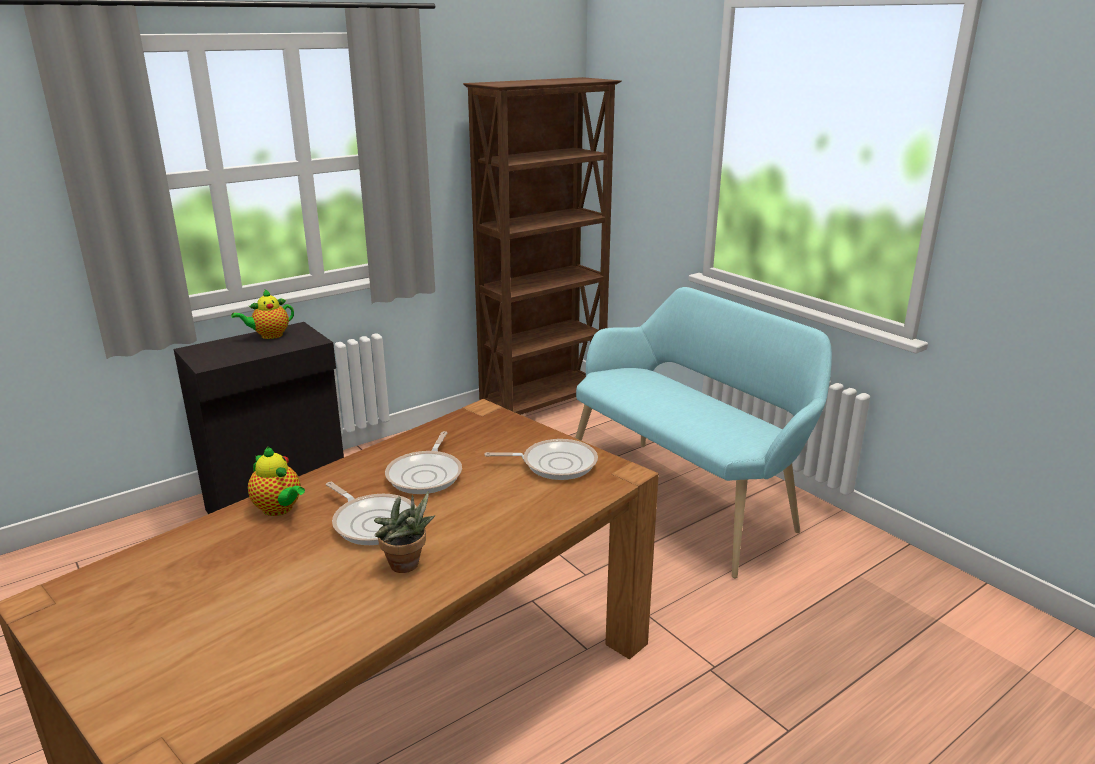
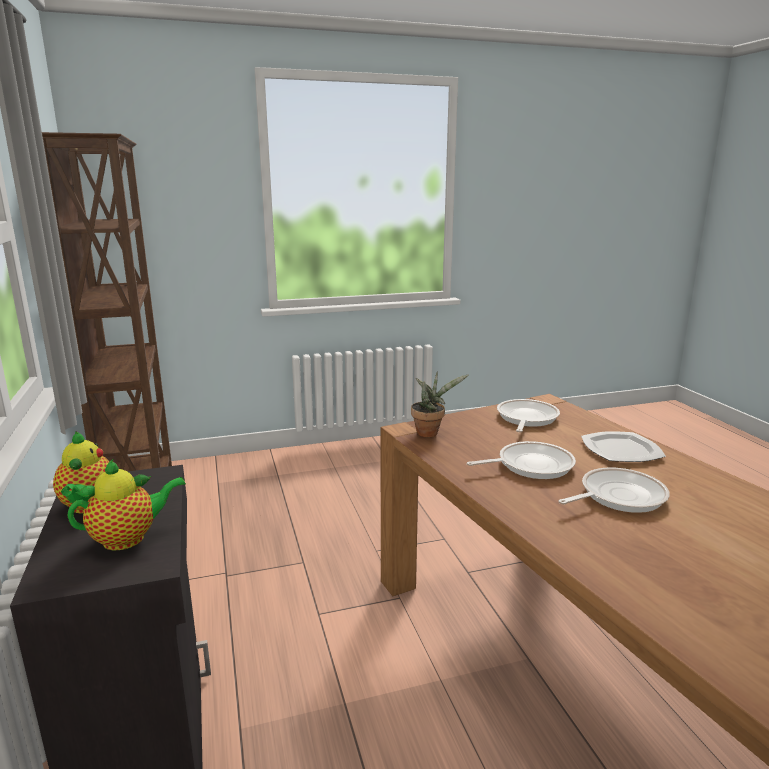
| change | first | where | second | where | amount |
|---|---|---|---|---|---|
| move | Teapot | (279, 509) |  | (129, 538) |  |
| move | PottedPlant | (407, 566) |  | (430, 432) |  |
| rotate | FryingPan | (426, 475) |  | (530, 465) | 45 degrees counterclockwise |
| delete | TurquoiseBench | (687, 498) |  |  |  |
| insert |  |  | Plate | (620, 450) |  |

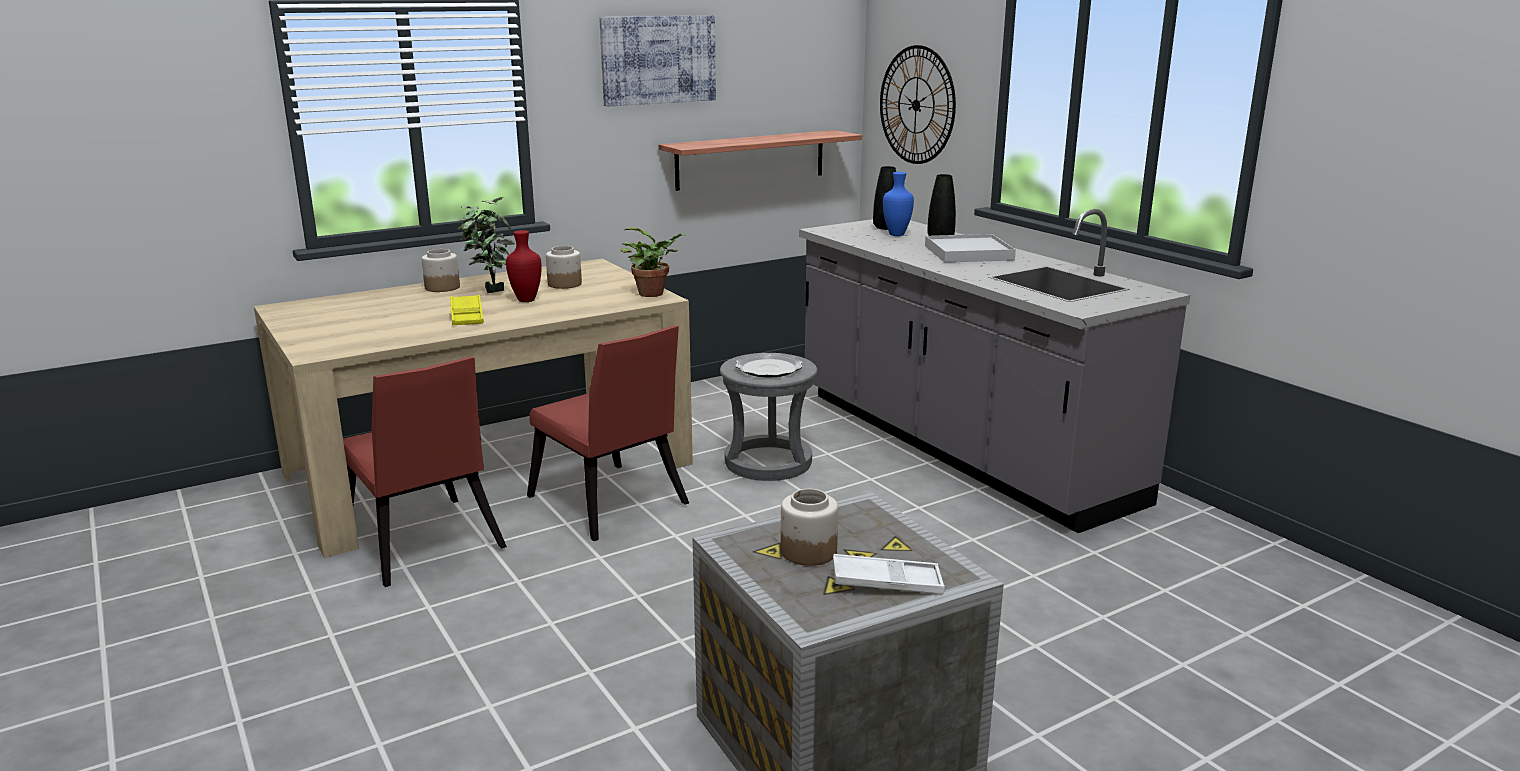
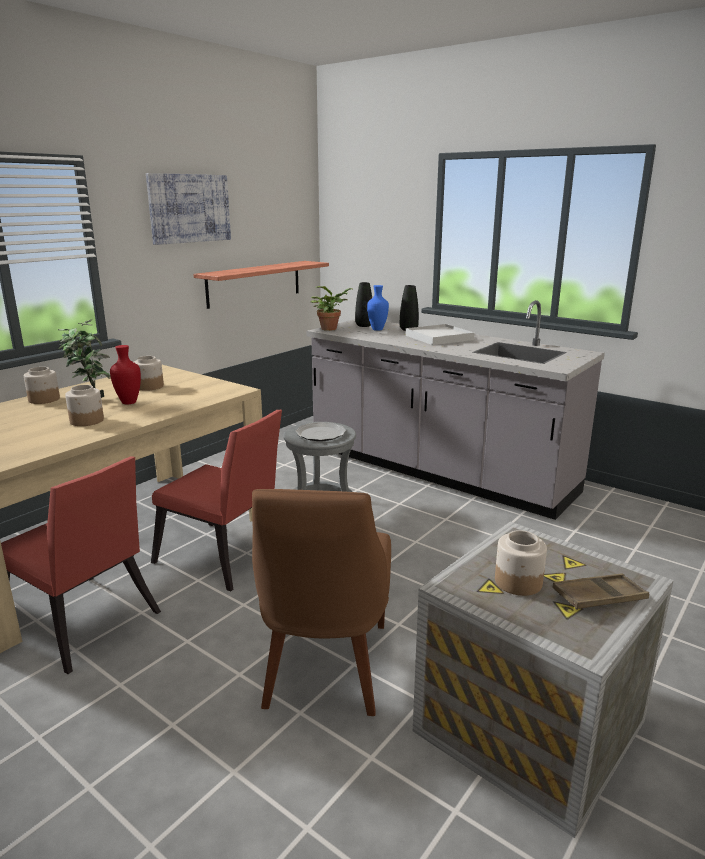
| change | first | where | second | where | amount |
|---|---|---|---|---|---|
| replace | YellowTray | (467, 315) | Jar | (87, 421) |  |
| move | PottedPlant | (654, 293) |  | (331, 328) |  |
| recolor | WhiteTray | (887, 582) | BrownTray | (599, 597) |  |
| delete | WallClock | (916, 105) |  |  |  |
| insert |  |  | BrownChair | (324, 669) |  |

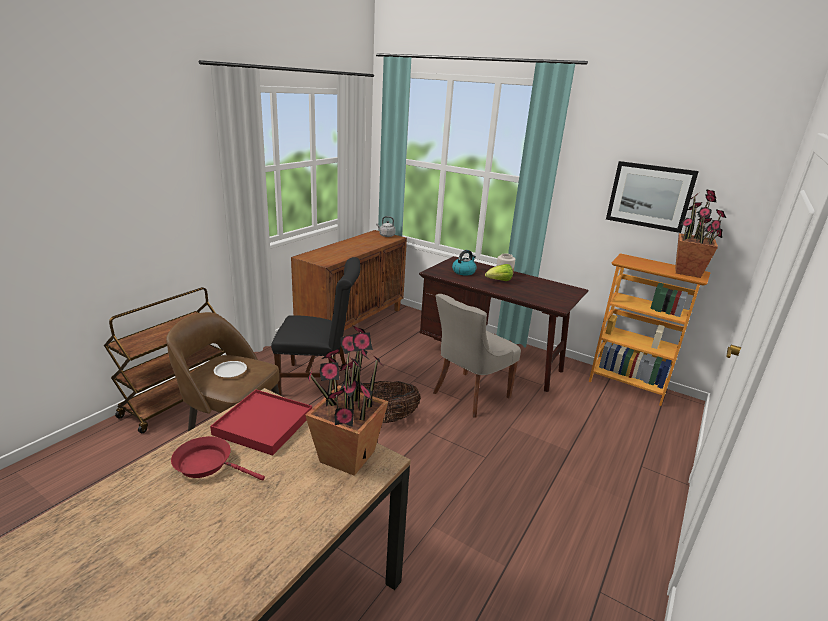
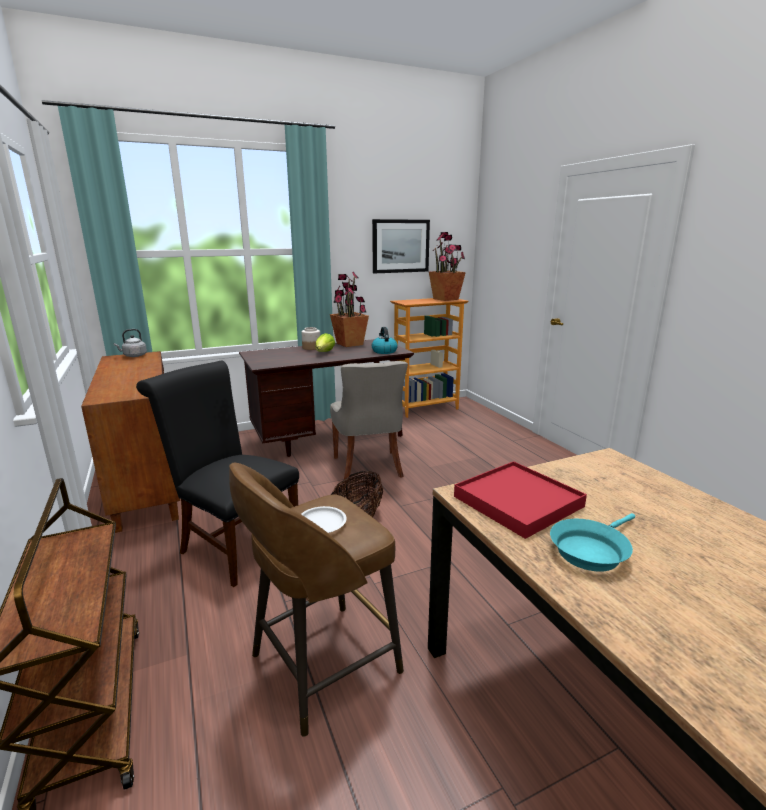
| change | first | where | second | where | amount |
|---|---|---|---|---|---|
| recolor | RedFryingPan | (208, 464) | TurquoiseFryingPan | (591, 550) |  |
| rotate | BlackChair | (319, 381) |  | (235, 544) | 90 degrees counterclockwise |
| move | PottedPlant | (346, 456) |  | (349, 344) |  |
| move | Kettle | (464, 272) |  | (384, 351) |  |

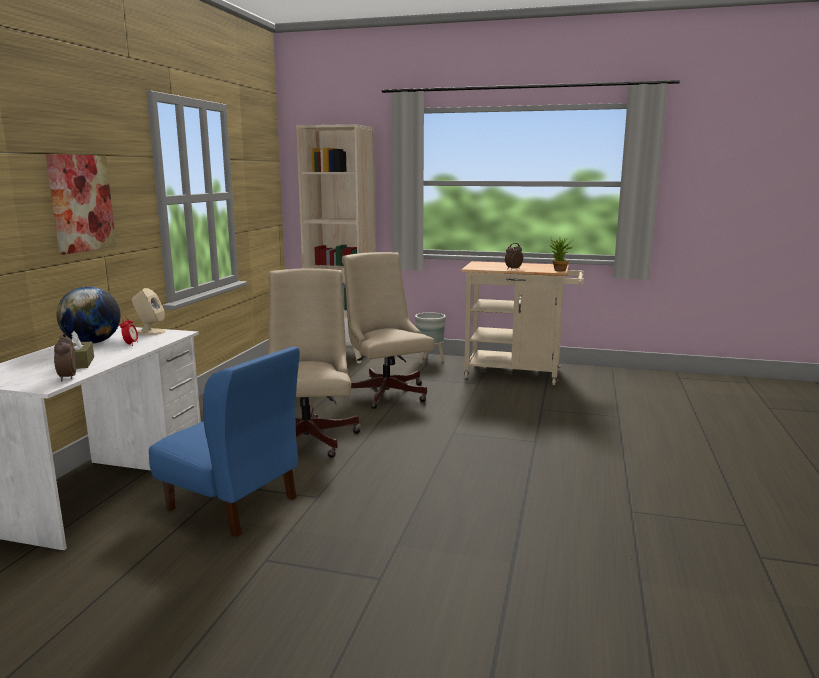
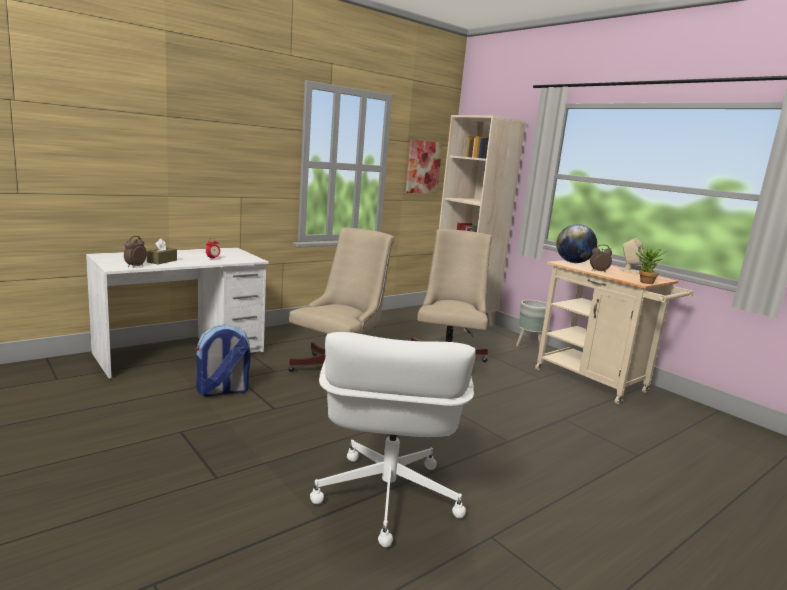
| change | first | where | second | where | amount |
|---|---|---|---|---|---|
| move | Picture | (81, 203) |  | (423, 167) |  |
| move | Globe | (92, 343) |  | (573, 262) |  |
| move | BeigeSpeaker | (150, 332) |  | (629, 271) |  |
| replace | BlueChair | (233, 504) | Backpack | (222, 391) |  |
| insert |  |  | WhiteOfficeChair | (385, 497) |  |

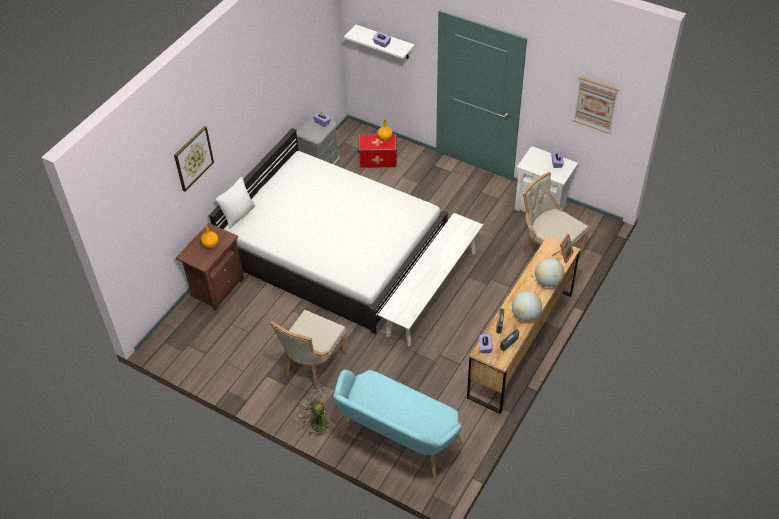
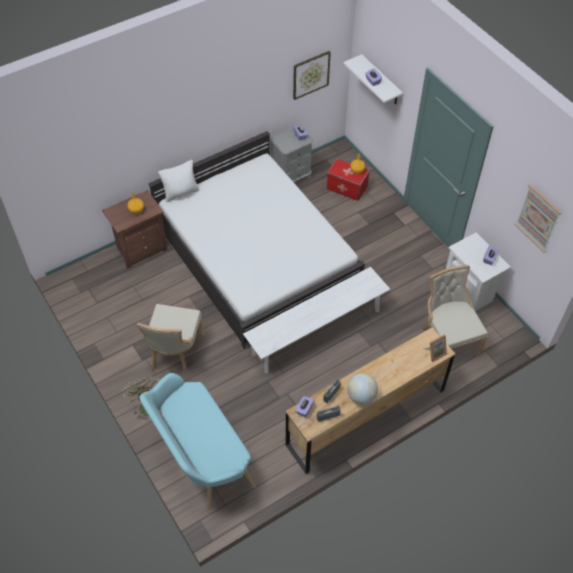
| change | first | where | second | where | amount |
|---|---|---|---|---|---|
| move | Picture | (193, 158) |  | (310, 74) |  |
| rotate | BeigeChair | (313, 365) |  | (175, 352) | 45 degrees counterclockwise |
| delete | Globe | (548, 281) |  |  |  |

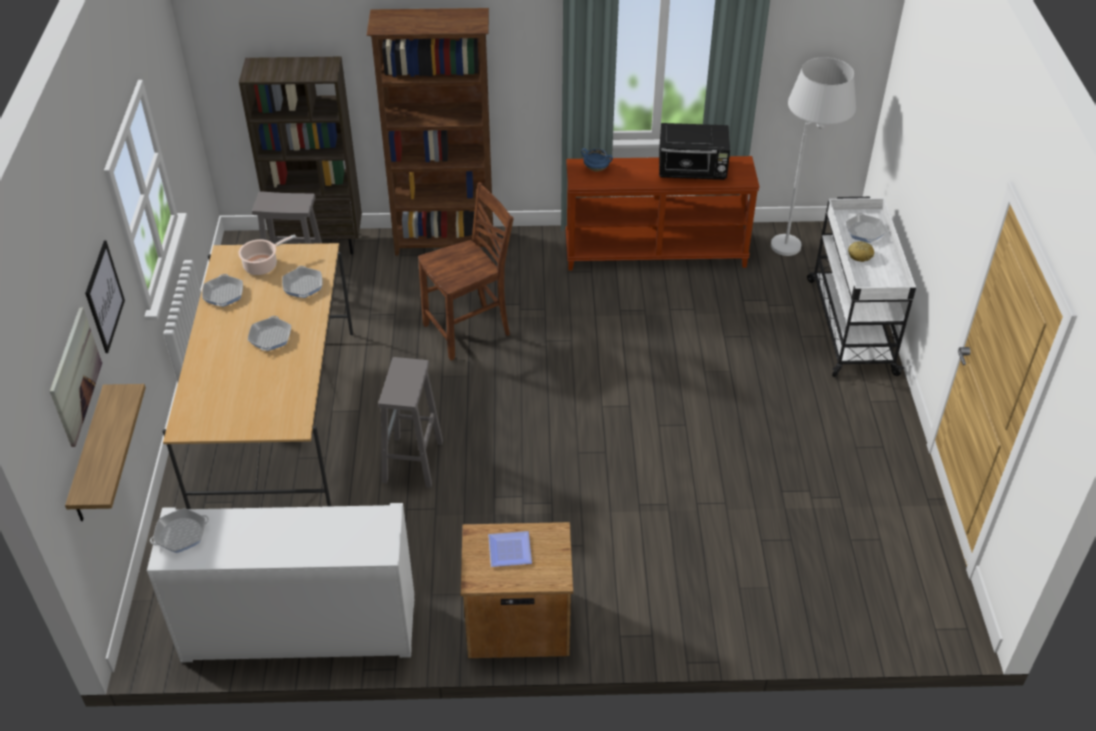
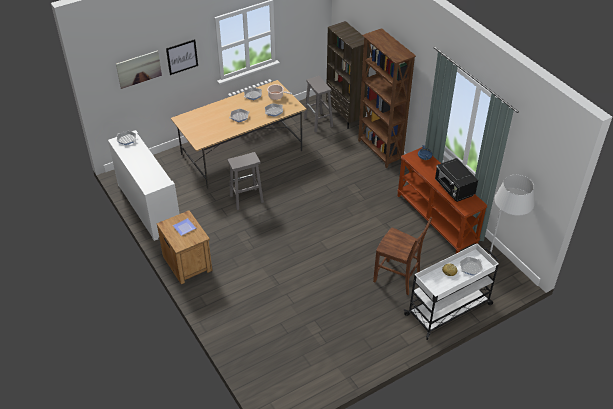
| change | first | where | second | where | amount |
|---|---|---|---|---|---|
| delete | Shelf | (90, 457) |  |  |  |
| move | BrownChair | (469, 331) |  | (398, 278) |  |

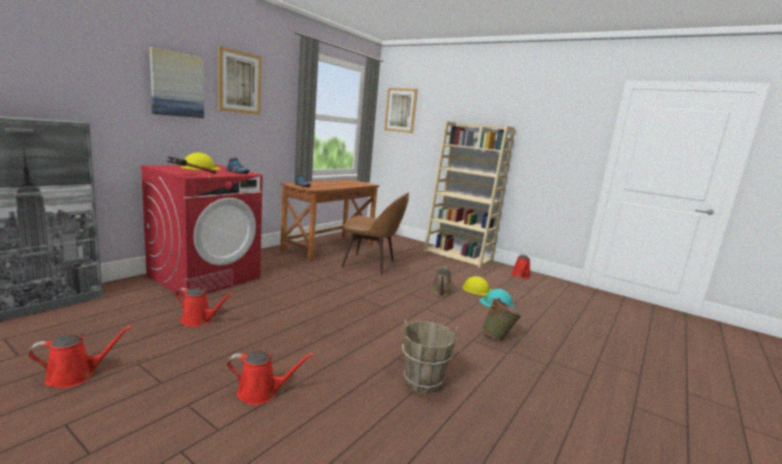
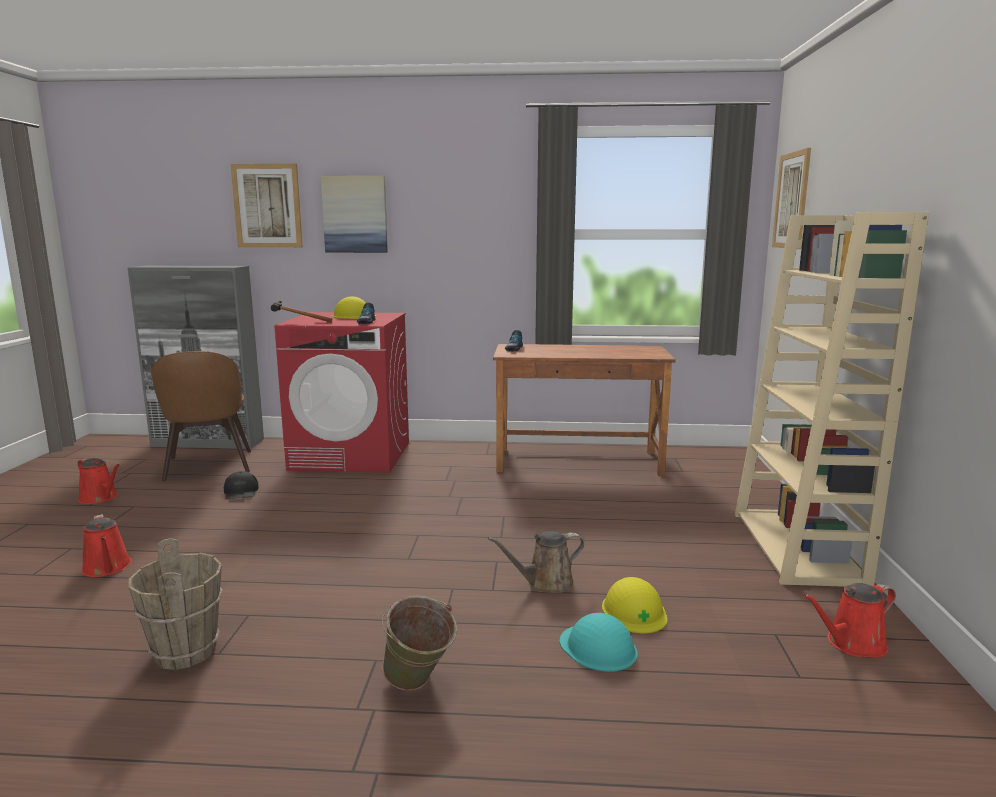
| change | first | where | second | where | amount |
|---|---|---|---|---|---|
| replace | RedWateringCan | (199, 320) | BlackCap | (241, 492) |  |
| move | Picture | (239, 82) |  | (267, 206) |  |
| move | BrownChair | (371, 264) |  | (208, 466) |  |

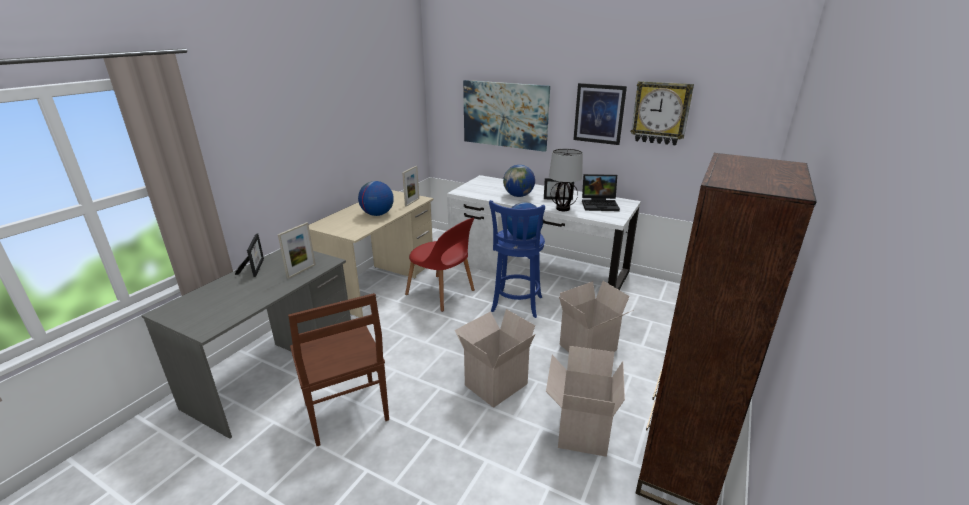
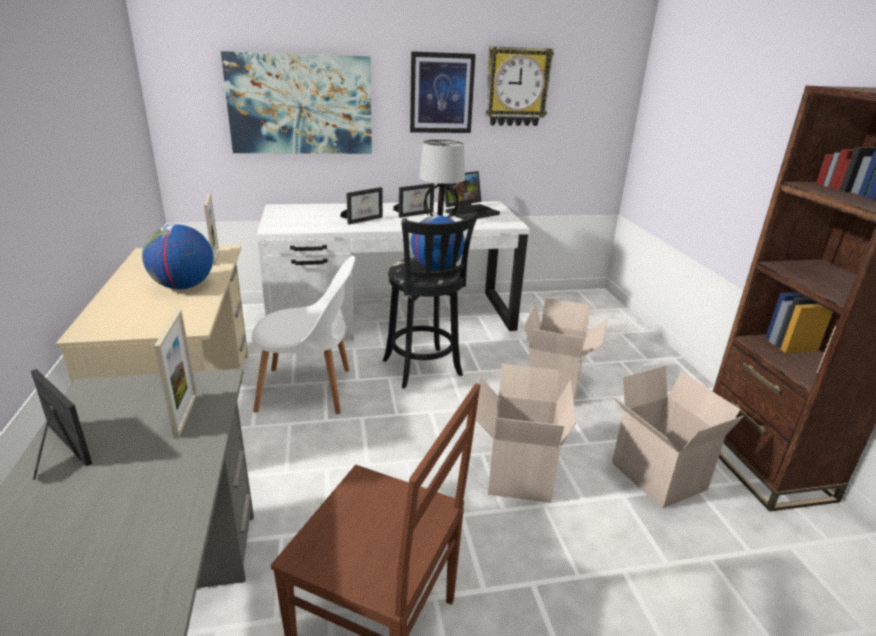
| change | first | where | second | where | amount |
|---|---|---|---|---|---|
| recolor | RedChair | (442, 293) | WhiteChair | (309, 390) |  |
| recolor | BlueStool | (516, 306) | BlackStool | (423, 370) |  |
| replace | Globe | (518, 196) | PictureFrame | (363, 219) |  |

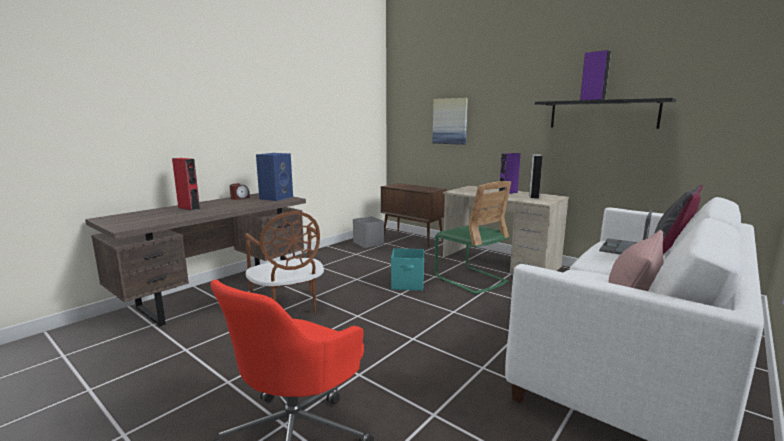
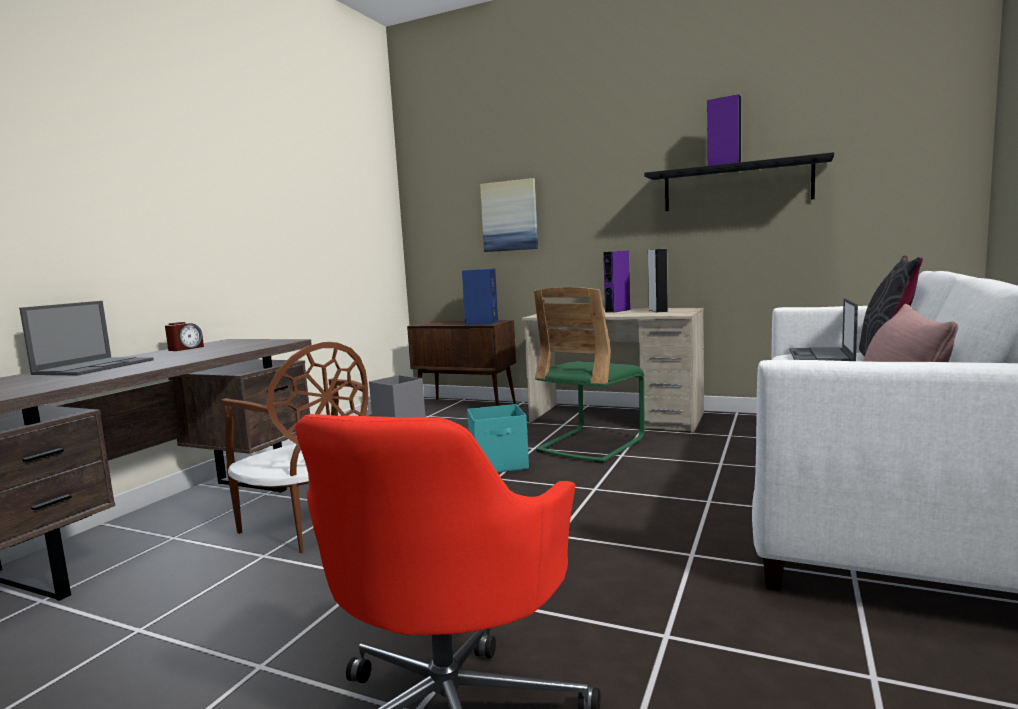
| change | first | where | second | where | amount |
|---|---|---|---|---|---|
| replace | RedSpeaker | (189, 208) | Laptop | (95, 367) |  |
| move | BlueSpeaker | (276, 197) |  | (481, 323) |  |
| rotate | GreenChair | (470, 280) |  | (591, 445) | 90 degrees clockwise |

